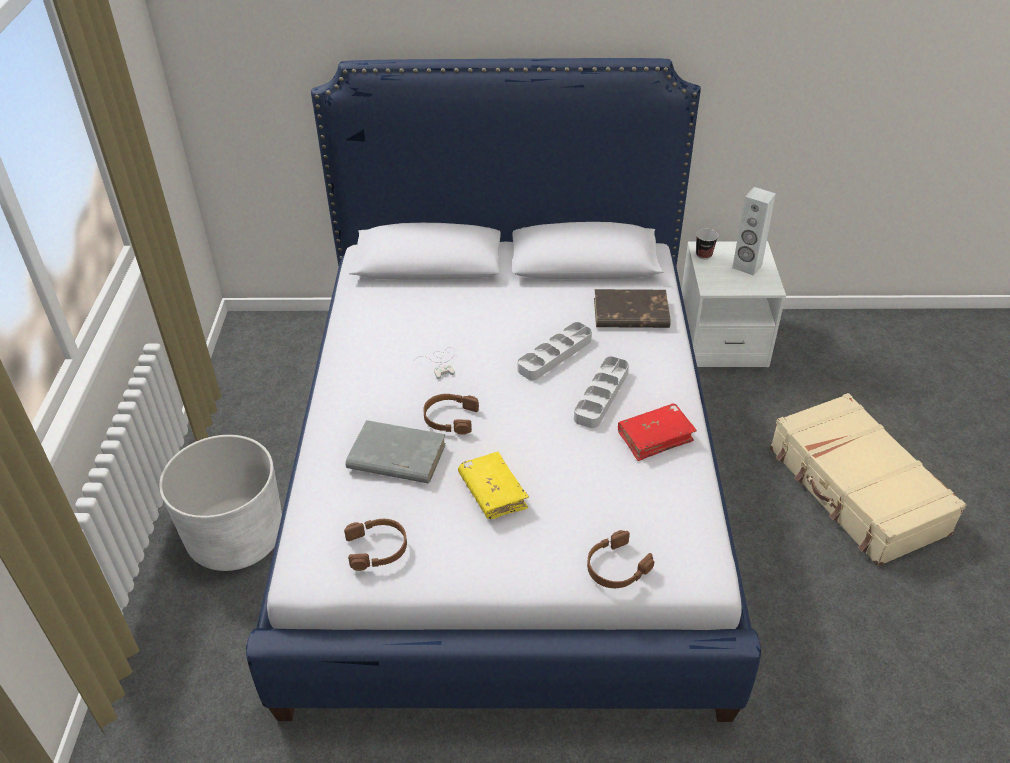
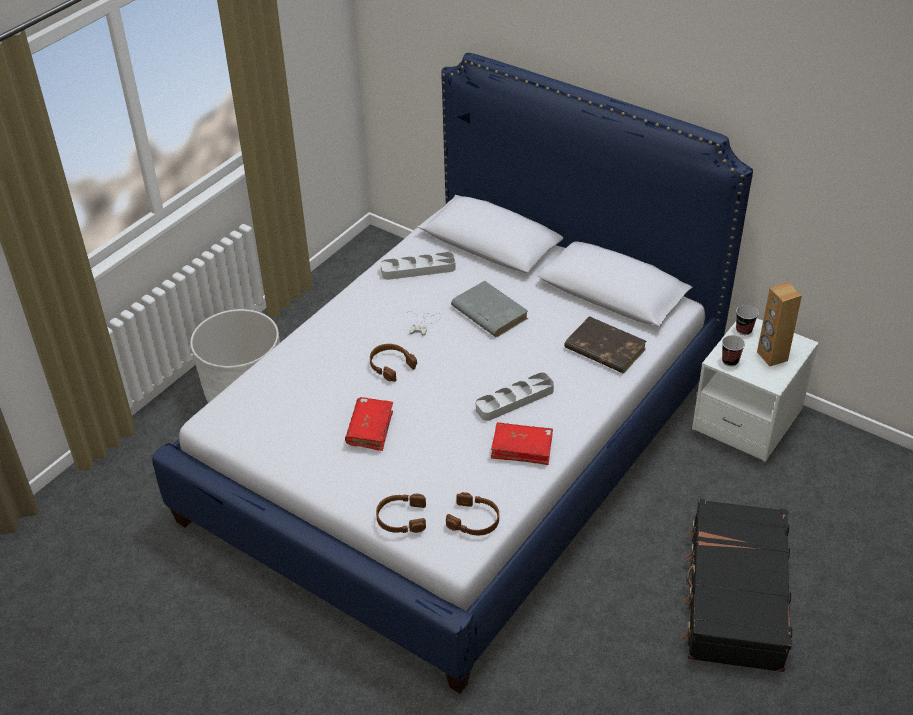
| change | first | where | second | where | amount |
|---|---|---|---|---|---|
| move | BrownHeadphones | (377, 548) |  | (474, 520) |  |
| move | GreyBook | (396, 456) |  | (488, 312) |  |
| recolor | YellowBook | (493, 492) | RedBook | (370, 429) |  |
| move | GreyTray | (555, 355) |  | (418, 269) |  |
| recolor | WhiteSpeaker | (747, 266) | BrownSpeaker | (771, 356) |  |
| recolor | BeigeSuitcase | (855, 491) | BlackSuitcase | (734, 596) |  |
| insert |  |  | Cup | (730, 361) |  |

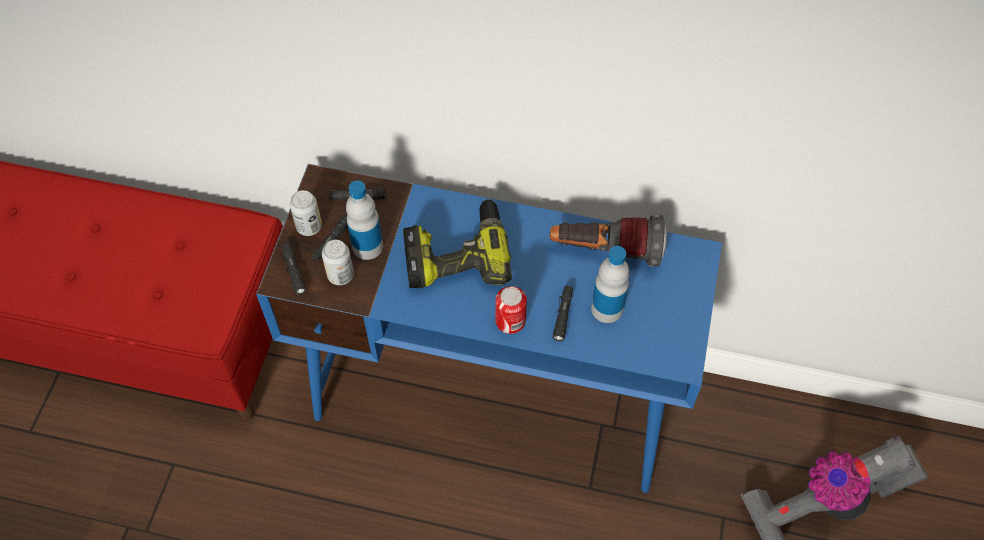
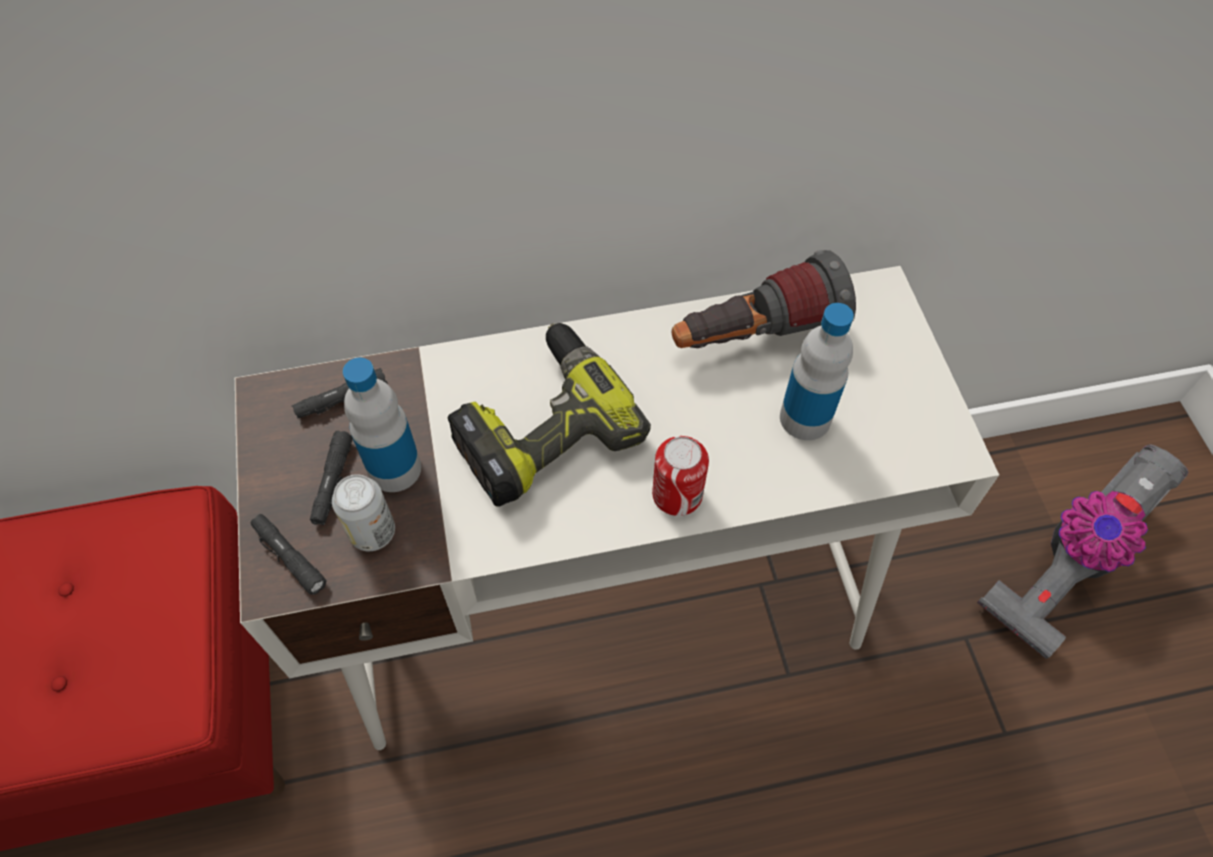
| change | first | where | second | where | amount |
|---|---|---|---|---|---|
| recolor | BlueDesk | (494, 398) | WhiteDesk | (608, 610) |  |
| delete | Can | (309, 226) |  |  |  |
| delete | BlackFlashlight | (562, 315) |  |  |  |

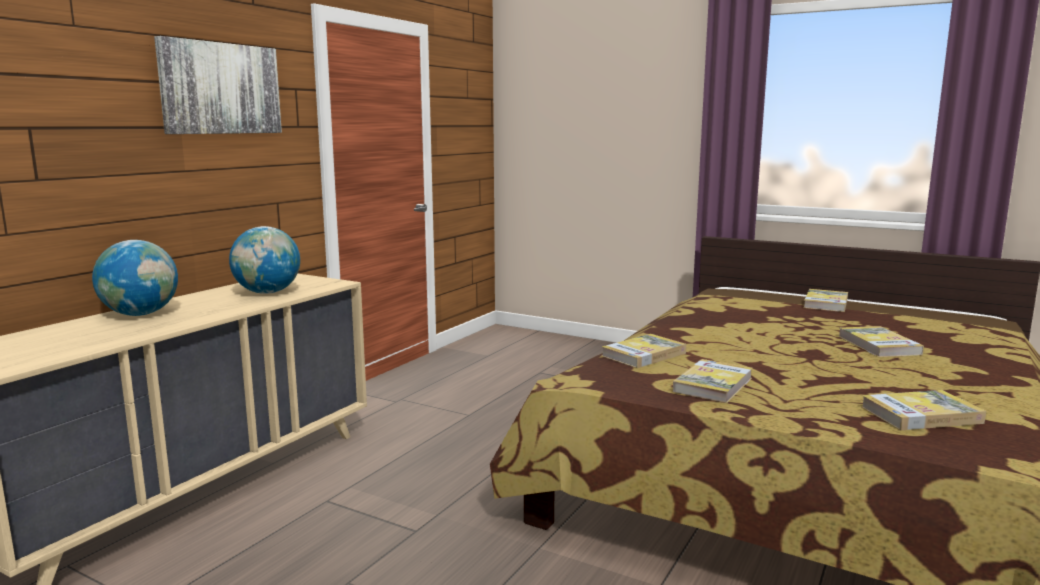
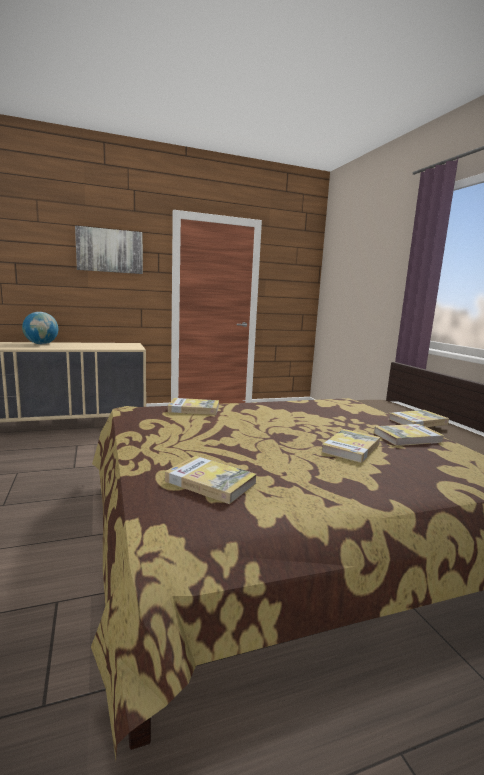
| change | first | where | second | where | amount |
|---|---|---|---|---|---|
| delete | Globe | (267, 292) |  |  |  |
| move | Book | (713, 385) |  | (407, 437) |  |

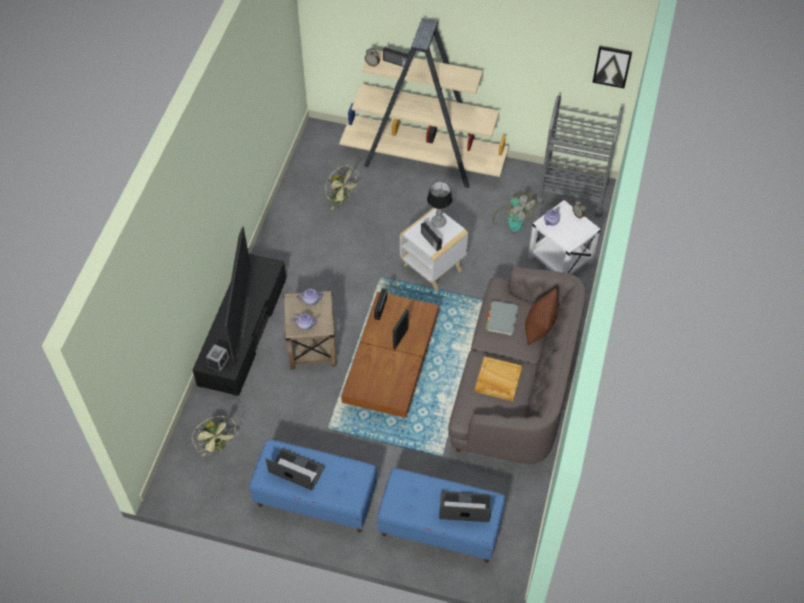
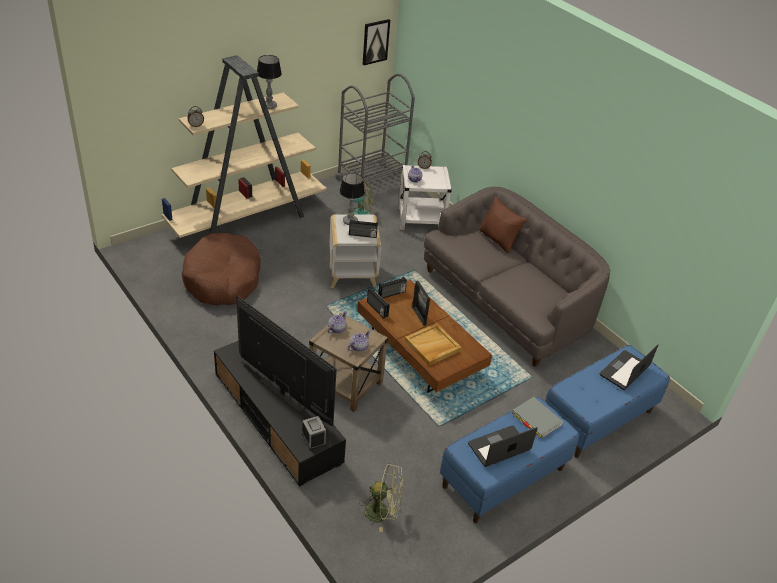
| change | first | where | second | where | amount |
|---|---|---|---|---|---|
| replace | GreenFan | (342, 200) | BrownDogBed | (223, 279) |  |
| move | Radio | (396, 63) |  | (392, 294) |  |
| move | BeigeTray | (497, 380) |  | (432, 346) |  |
| move | GreyBook | (502, 319) |  | (536, 419) |  |
| insert |  |  | TableLamp | (269, 106) |  |

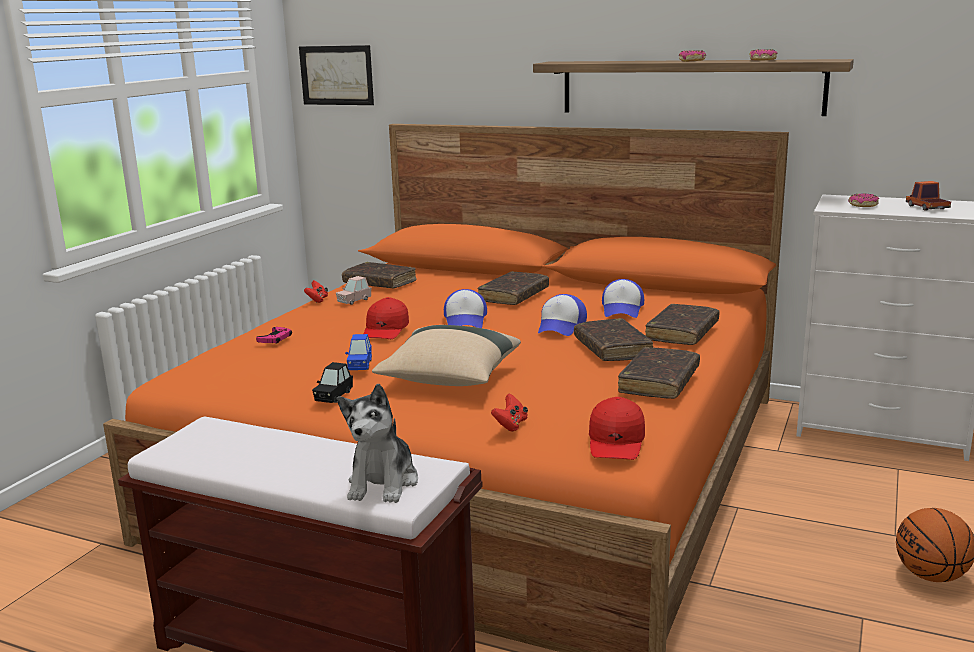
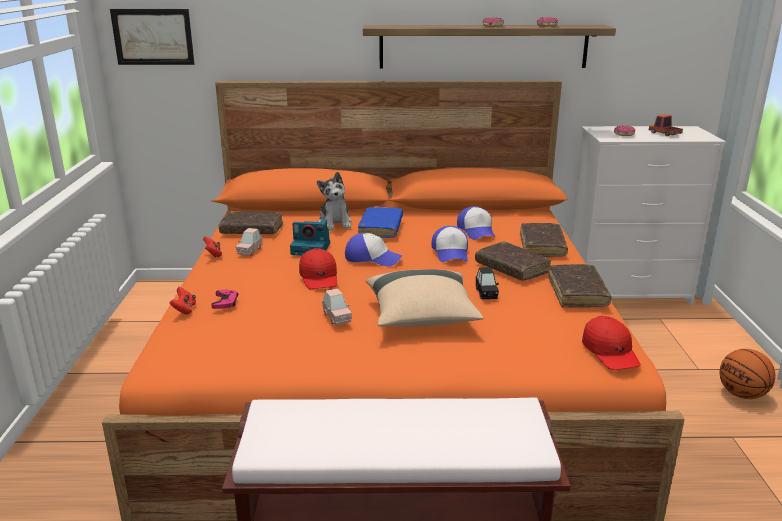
| change | first | where | second | where | amount |
|---|---|---|---|---|---|
| move | BlackToyCar | (333, 396) |  | (486, 293) |  |
| move | PlushToy | (383, 483) |  | (335, 223) |  |
| recolor | BlueToyCar | (360, 365) | PinkToyCar | (337, 317) |  |
| rotate | Cap | (465, 321) |  | (372, 258) | 45 degrees counterclockwise |
| recolor | BrownBook | (514, 296) | BlueBook | (380, 229) |  |
| move | RedGameController | (511, 425) |  | (184, 310) |  |
| insert |  |  | PhotoCamera | (312, 248) |  |

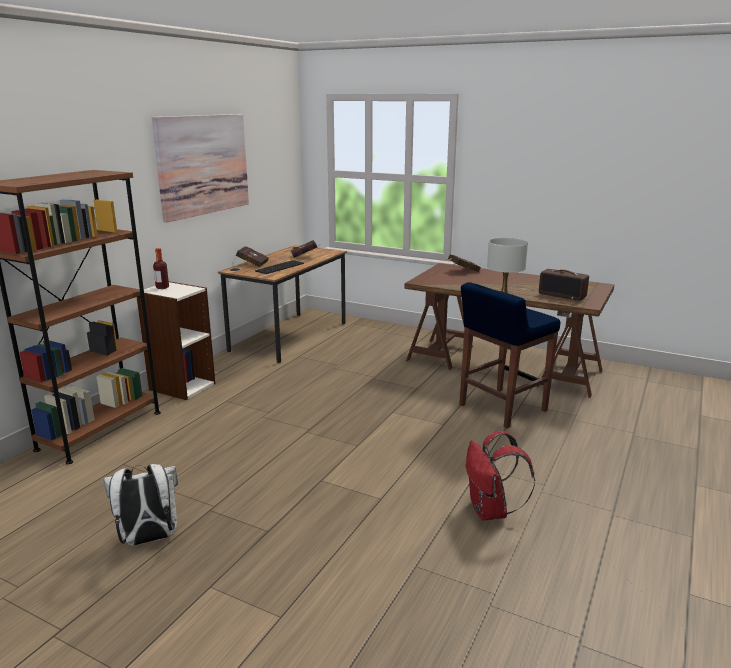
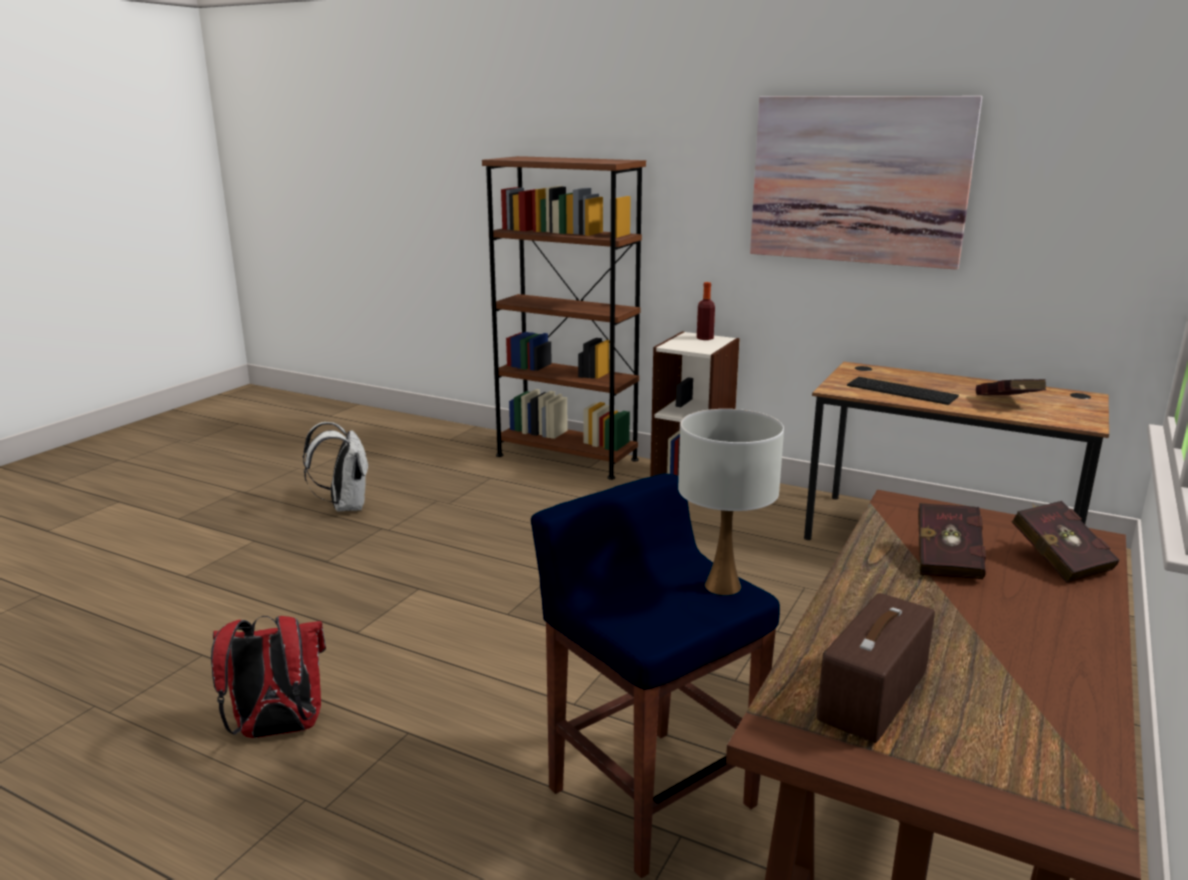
| change | first | where | second | where | amount |
|---|---|---|---|---|---|
| move | RedBook | (251, 264) |  | (948, 560) |  |

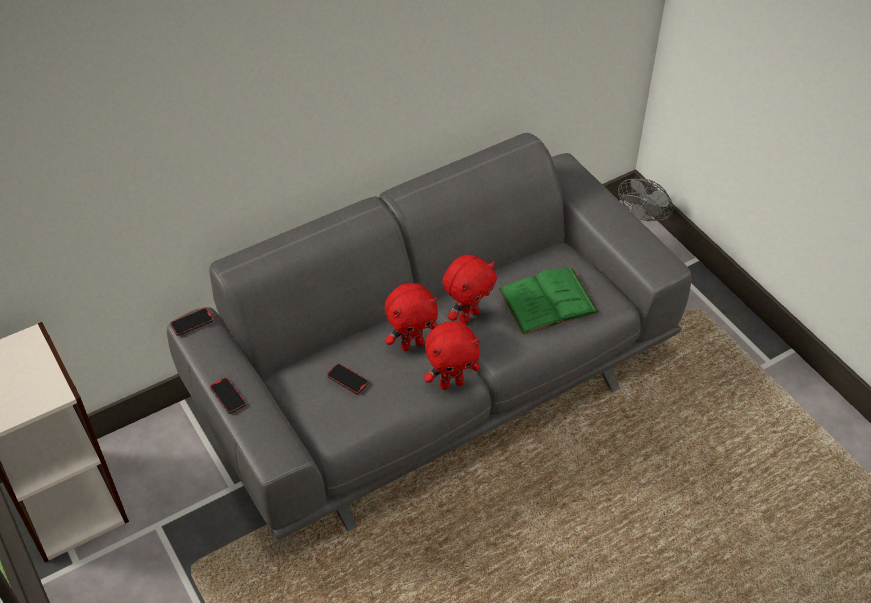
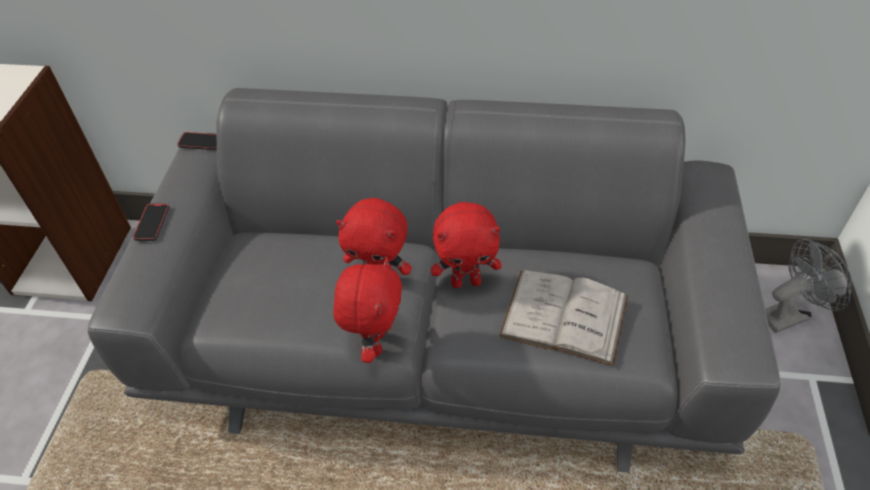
| change | first | where | second | where | amount |
|---|---|---|---|---|---|
| delete | Phone | (347, 380) |  |  |  |
| rotate | RedPlushToy | (452, 383) |  | (374, 343) | 105 degrees counterclockwise |
| recolor | GreenBook | (548, 301) | WhiteBook | (564, 316) |  |

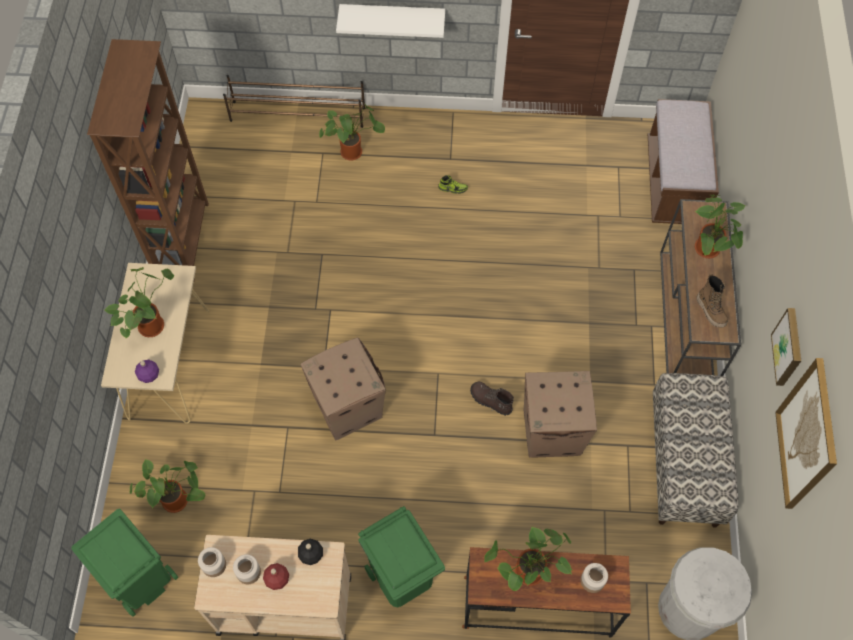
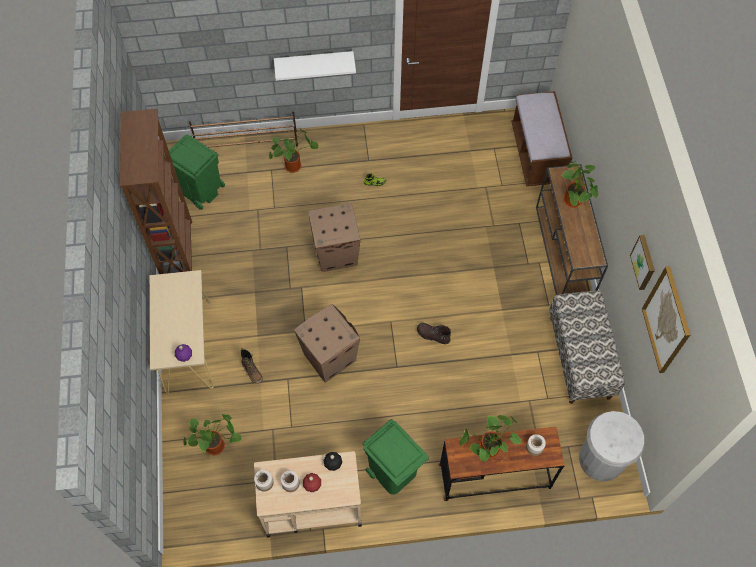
| change | first | where | second | where | amount |
|---|---|---|---|---|---|
| move | GreenTrashCan | (141, 579) |  | (201, 191) |  |
| delete | PottedPlant | (151, 323) |  |  |  |
| move | CardboardBox | (553, 432) |  | (336, 253) |  |
| move | Boot | (711, 311) |  | (252, 371) |  |

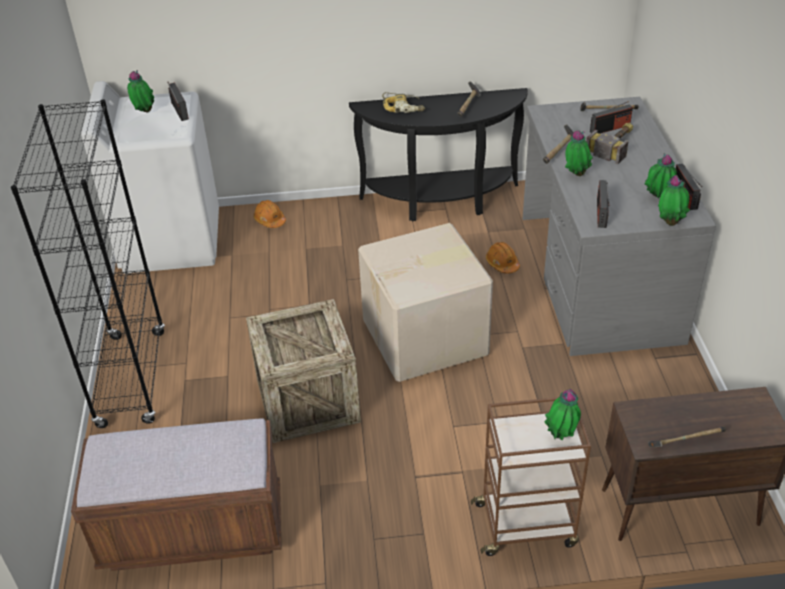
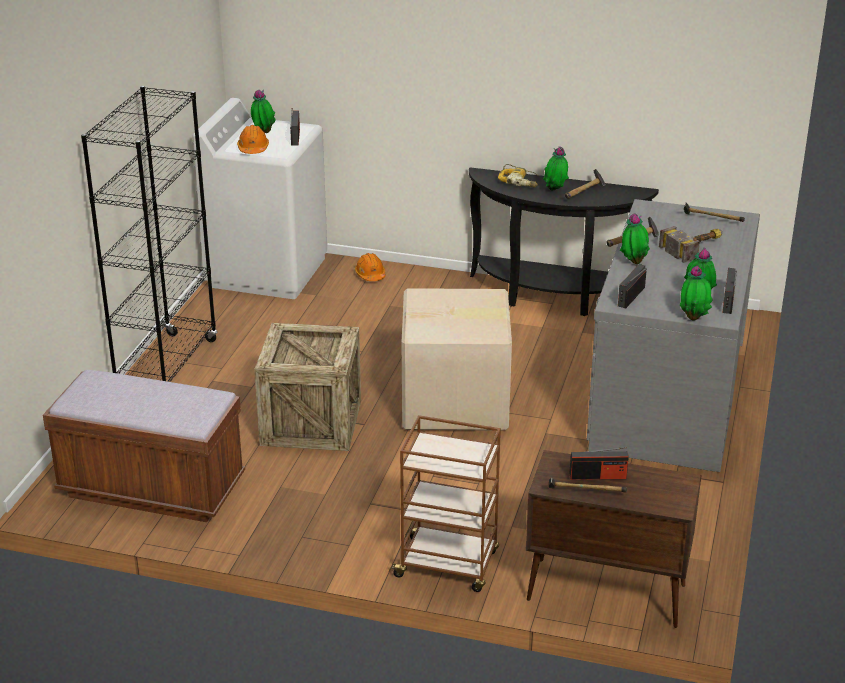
| change | first | where | second | where | amount |
|---|---|---|---|---|---|
| move | OrangeHardHat | (502, 263) |  | (253, 149) |  |
| move | PottedPlant | (561, 436) |  | (555, 191) |  |
| move | Radio | (610, 128) |  | (598, 476) |  |

